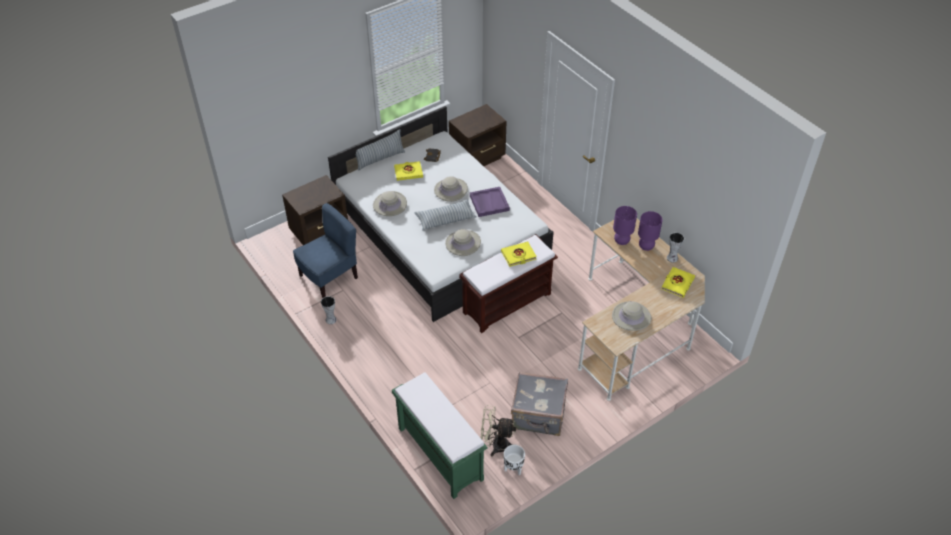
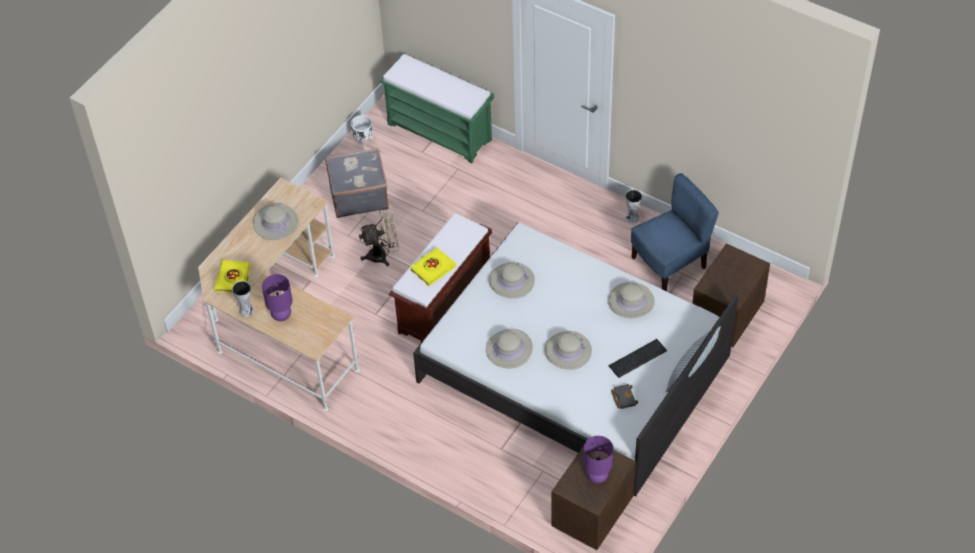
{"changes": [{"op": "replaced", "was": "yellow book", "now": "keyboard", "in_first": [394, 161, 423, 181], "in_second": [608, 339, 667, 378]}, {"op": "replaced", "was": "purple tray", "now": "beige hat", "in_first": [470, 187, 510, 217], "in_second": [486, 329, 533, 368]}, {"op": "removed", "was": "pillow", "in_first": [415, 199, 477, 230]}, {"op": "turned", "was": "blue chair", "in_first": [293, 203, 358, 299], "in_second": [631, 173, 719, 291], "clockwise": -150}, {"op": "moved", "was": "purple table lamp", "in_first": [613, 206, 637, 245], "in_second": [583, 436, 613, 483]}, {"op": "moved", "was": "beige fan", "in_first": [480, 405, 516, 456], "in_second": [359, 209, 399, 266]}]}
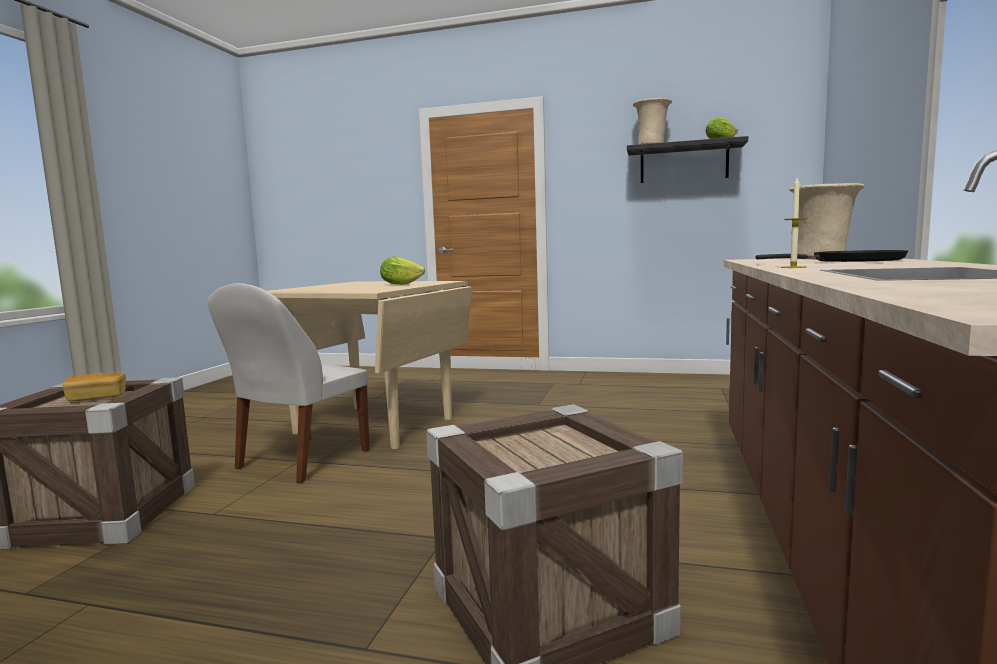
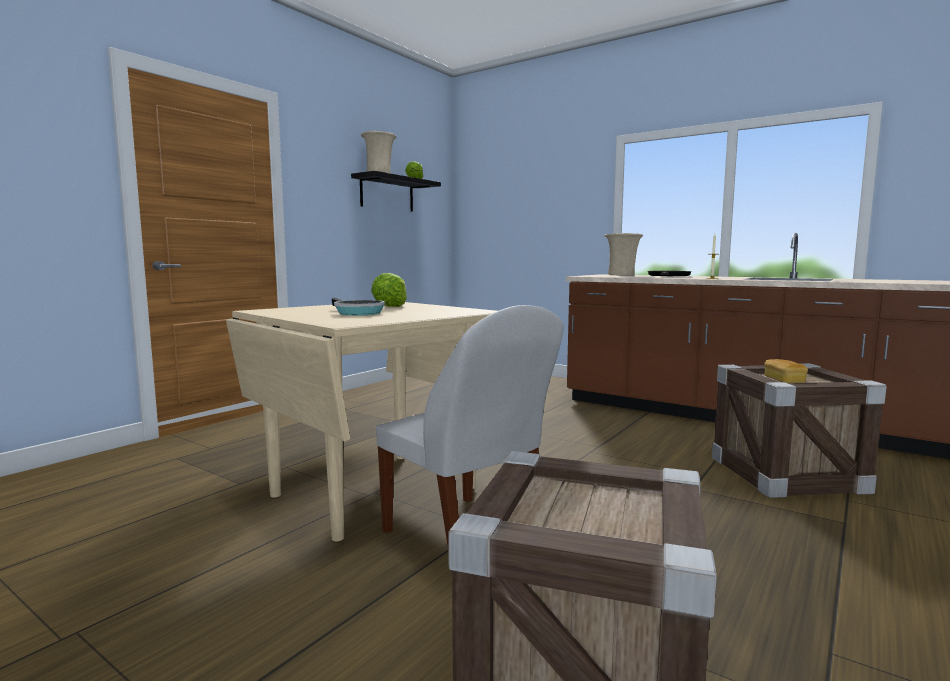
{"changes": [{"op": "moved", "was": "bread", "in_first": [62, 372, 126, 401], "in_second": [765, 359, 808, 383]}, {"op": "added", "now": "frying pan", "in_second": [331, 298, 385, 315]}]}
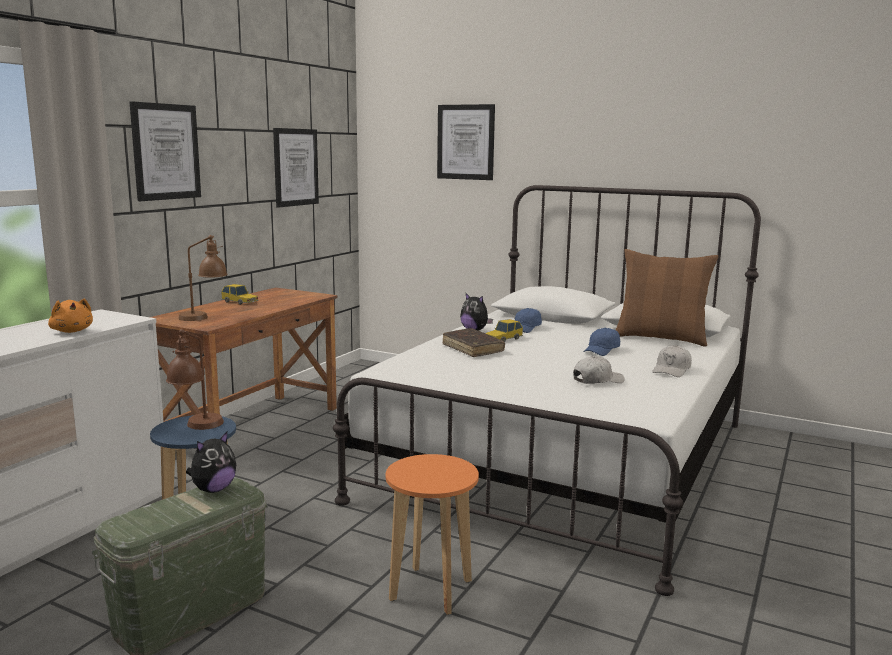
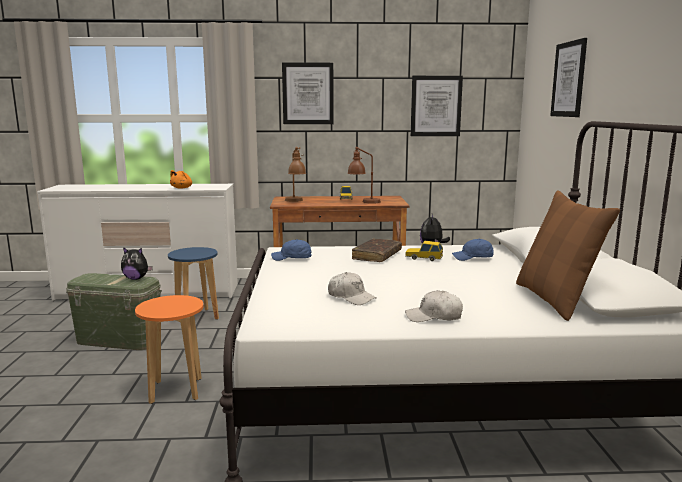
{"changes": [{"op": "moved", "was": "blue cap", "in_first": [583, 328, 620, 356], "in_second": [271, 239, 312, 261]}, {"op": "moved", "was": "brown table lamp", "in_first": [166, 329, 224, 430], "in_second": [348, 147, 381, 204]}]}
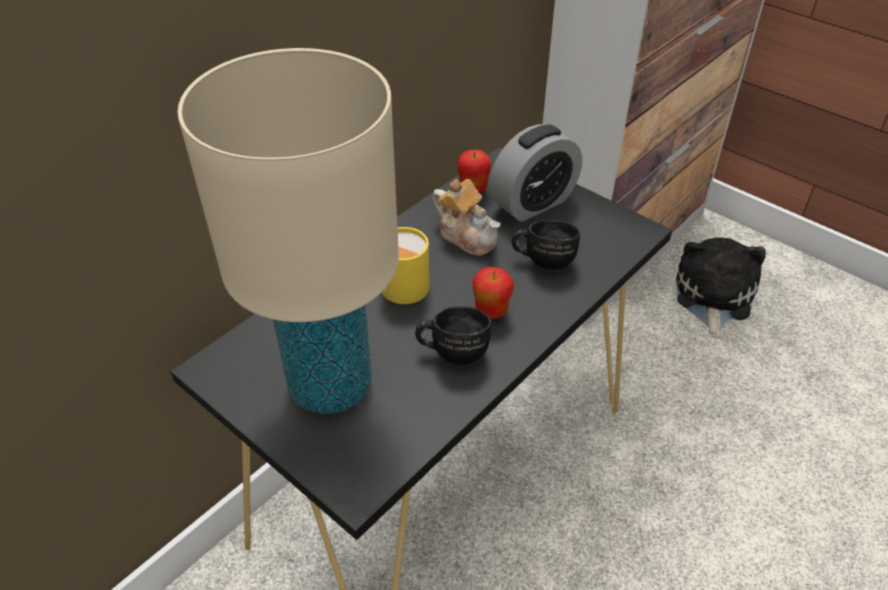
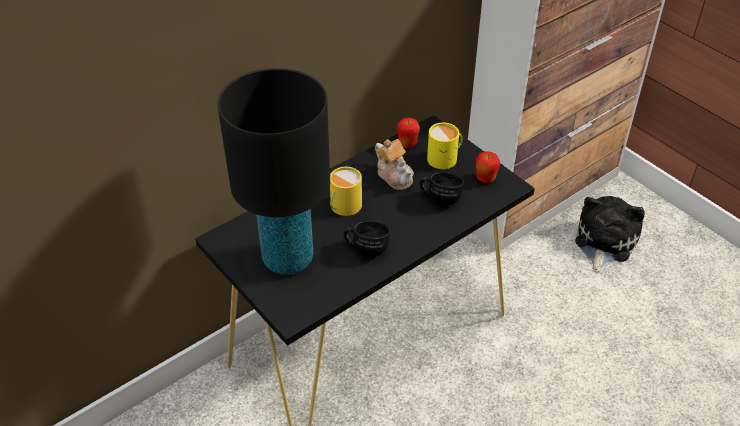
{"changes": [{"op": "recoloured", "was": "beige table lamp", "now": "black table lamp", "in_first": [178, 48, 399, 414], "in_second": [217, 68, 330, 275]}, {"op": "replaced", "was": "alarm clock", "now": "yellow mug", "in_first": [489, 124, 582, 222], "in_second": [427, 123, 463, 169]}, {"op": "moved", "was": "apple", "in_first": [473, 267, 514, 319], "in_second": [476, 151, 500, 183]}]}
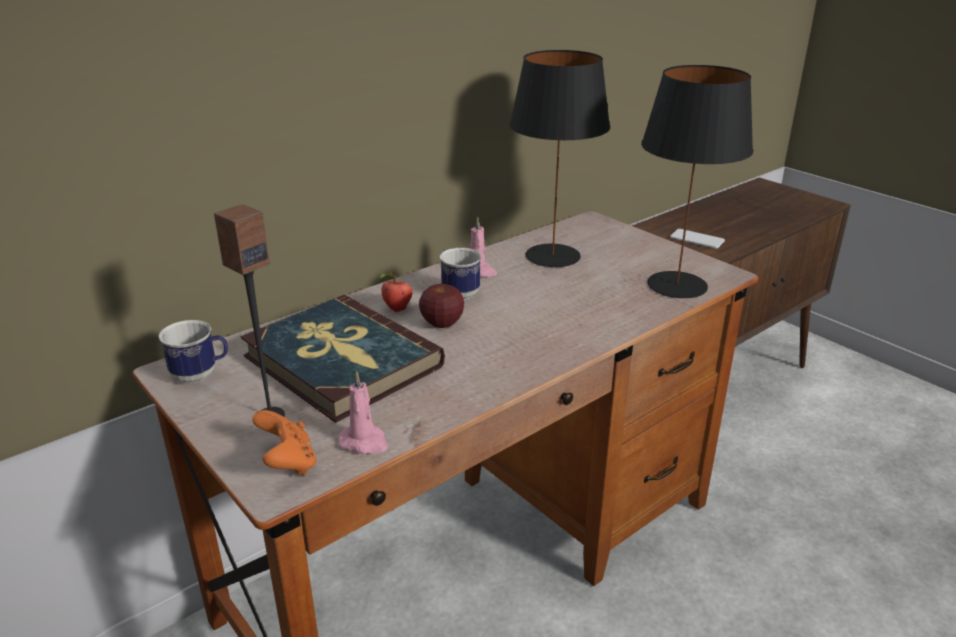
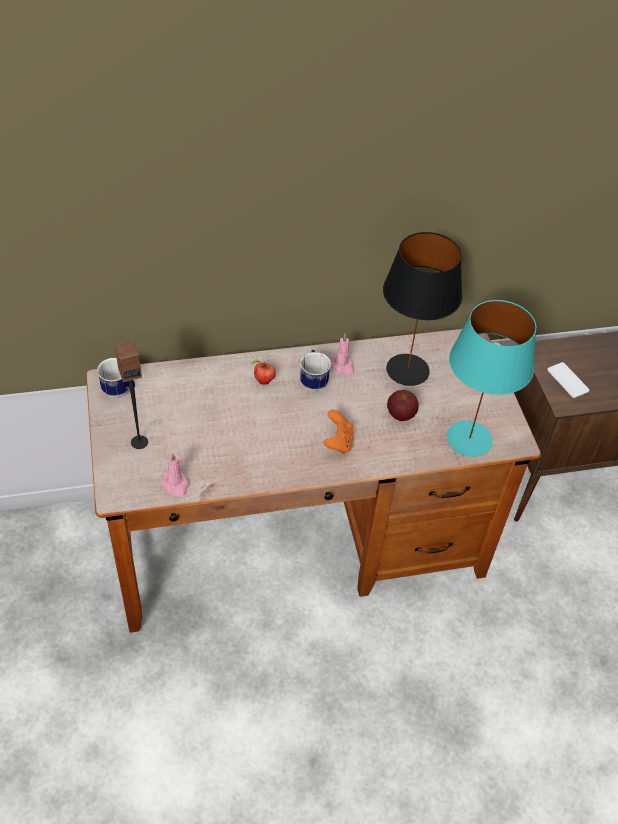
{"changes": [{"op": "recoloured", "was": "black table lamp", "now": "turquoise table lamp", "in_first": [641, 65, 753, 298], "in_second": [447, 300, 536, 457]}, {"op": "moved", "was": "apple", "in_first": [419, 283, 464, 328], "in_second": [387, 390, 418, 421]}, {"op": "removed", "was": "book", "in_first": [241, 295, 445, 423]}, {"op": "moved", "was": "orange game controller", "in_first": [252, 410, 316, 475], "in_second": [324, 410, 354, 454]}]}
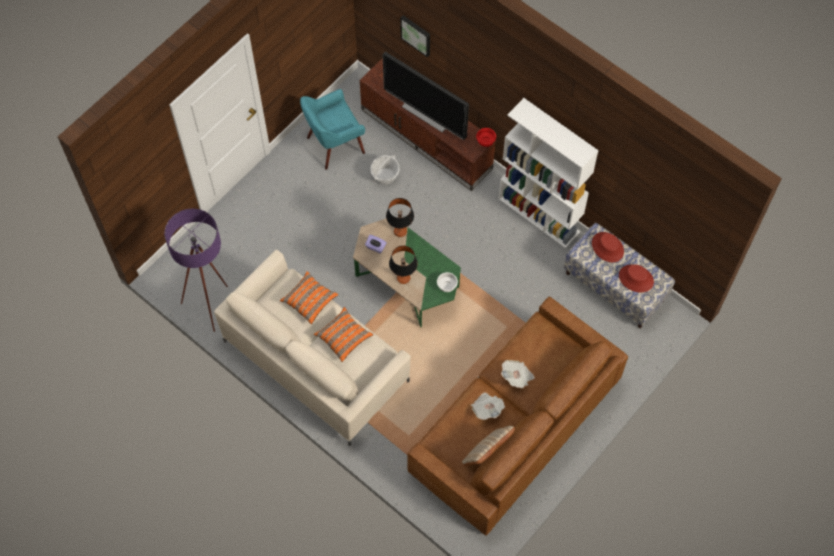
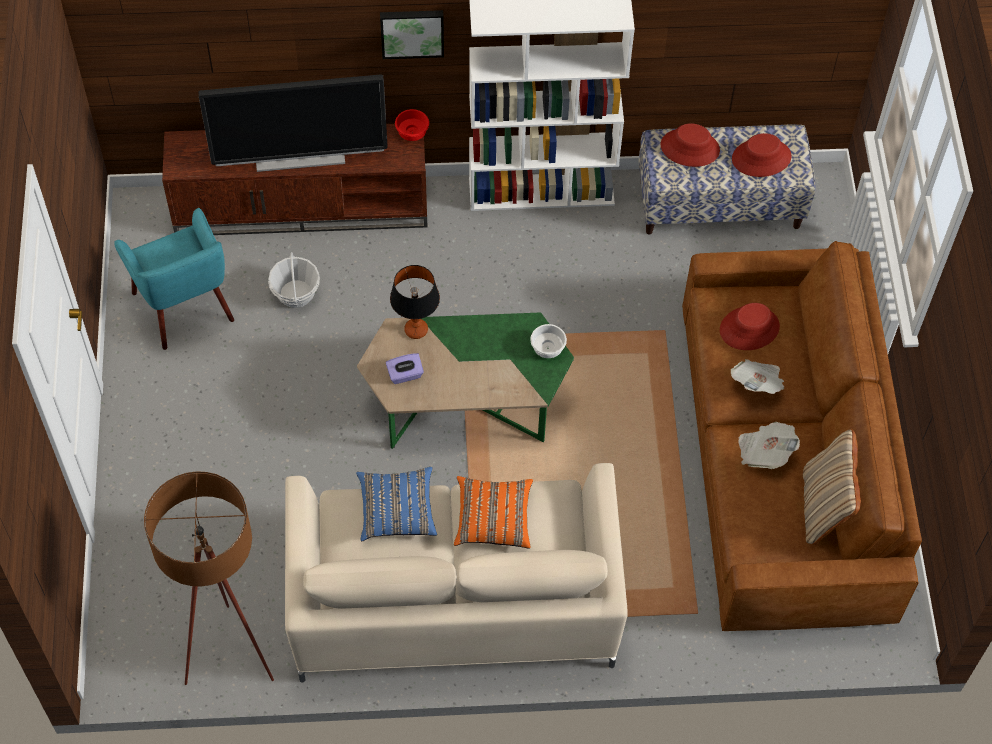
{"changes": [{"op": "moved", "was": "picture", "in_first": [400, 15, 430, 57], "in_second": [380, 10, 444, 59]}, {"op": "turned", "was": "turquoise armchair", "in_first": [300, 89, 365, 170], "in_second": [114, 208, 234, 350], "clockwise": -45}, {"op": "recoloured", "was": "purple floor lamp", "now": "brown floor lamp", "in_first": [164, 209, 228, 332], "in_second": [144, 471, 274, 685]}, {"op": "removed", "was": "table lamp", "in_first": [389, 246, 418, 284]}, {"op": "recoloured", "was": "orange pillow", "now": "blue pillow", "in_first": [280, 271, 339, 324], "in_second": [356, 467, 437, 541]}, {"op": "added", "now": "red hat", "in_second": [720, 303, 780, 350]}]}
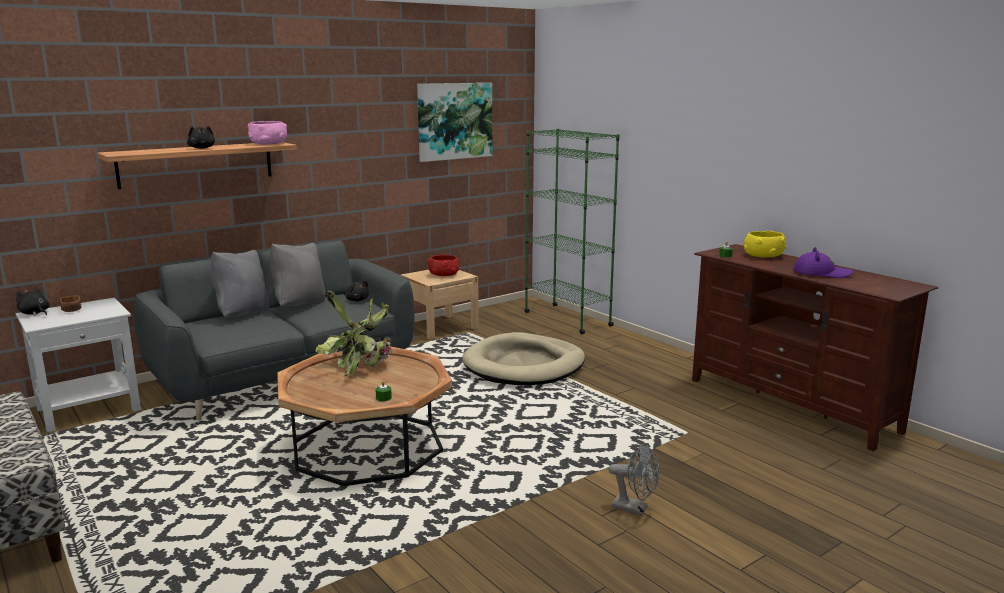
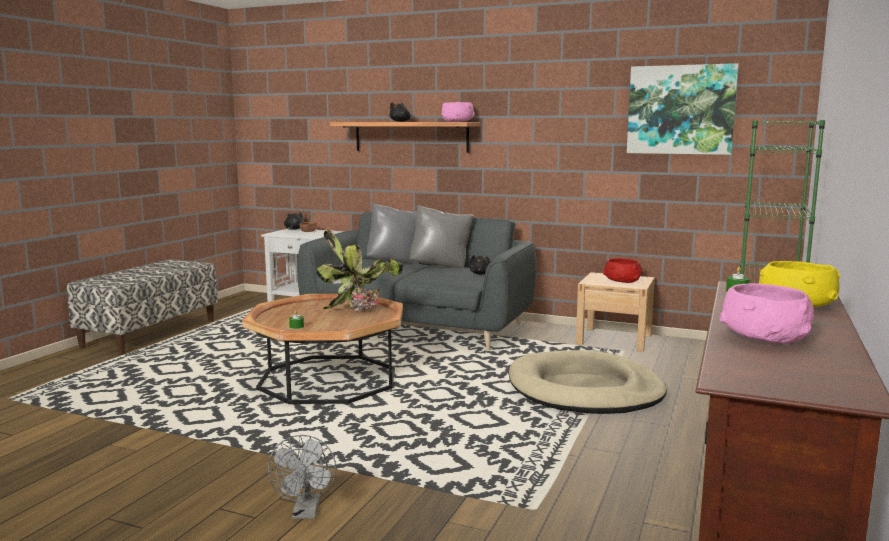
{"changes": [{"op": "replaced", "was": "purple hat", "now": "pink bowl", "in_first": [793, 247, 853, 278], "in_second": [720, 283, 814, 344]}]}
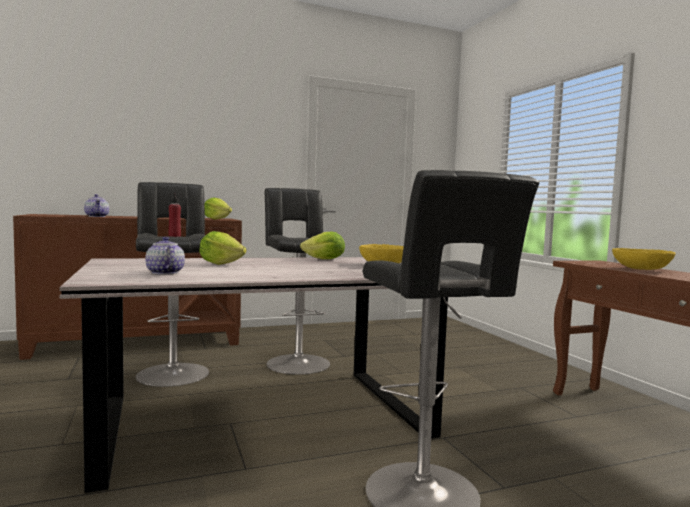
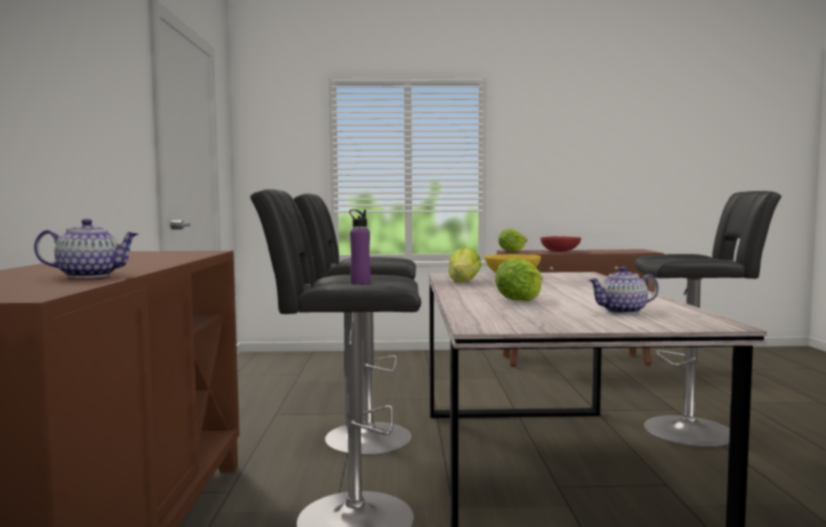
{"changes": [{"op": "recoloured", "was": "red bottle", "now": "purple bottle", "in_first": [169, 193, 181, 237], "in_second": [349, 209, 371, 284]}, {"op": "moved", "was": "lettuce", "in_first": [205, 197, 232, 220], "in_second": [498, 229, 527, 252]}, {"op": "recoloured", "was": "yellow bowl", "now": "red bowl", "in_first": [612, 248, 676, 270], "in_second": [540, 236, 581, 252]}]}
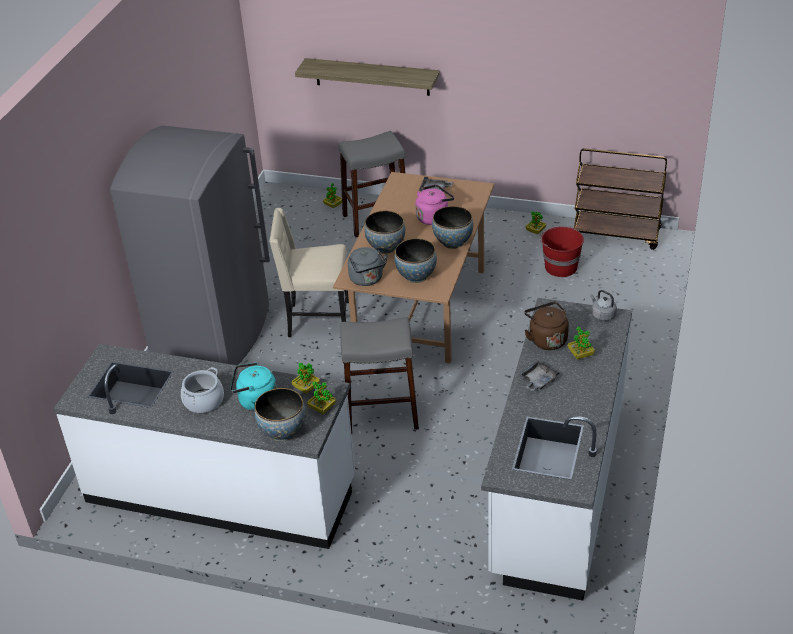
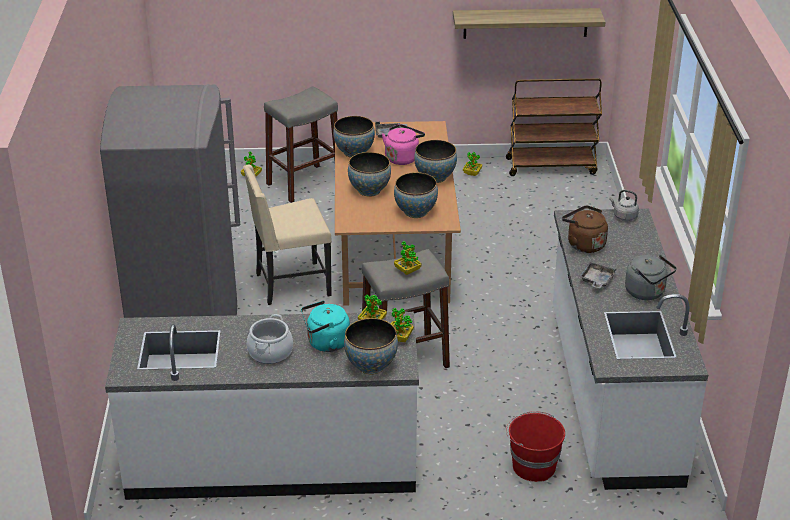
{"changes": [{"op": "moved", "was": "shelf", "in_first": [295, 58, 440, 96], "in_second": [453, 8, 606, 39]}, {"op": "moved", "was": "red bucket", "in_first": [540, 226, 584, 277], "in_second": [506, 411, 565, 482]}, {"op": "moved", "was": "grey kettle", "in_first": [348, 247, 388, 286], "in_second": [625, 255, 677, 300]}, {"op": "moved", "was": "potted plant", "in_first": [568, 327, 595, 359], "in_second": [394, 241, 422, 275]}, {"op": "added", "now": "bowl", "in_second": [333, 116, 375, 158]}]}
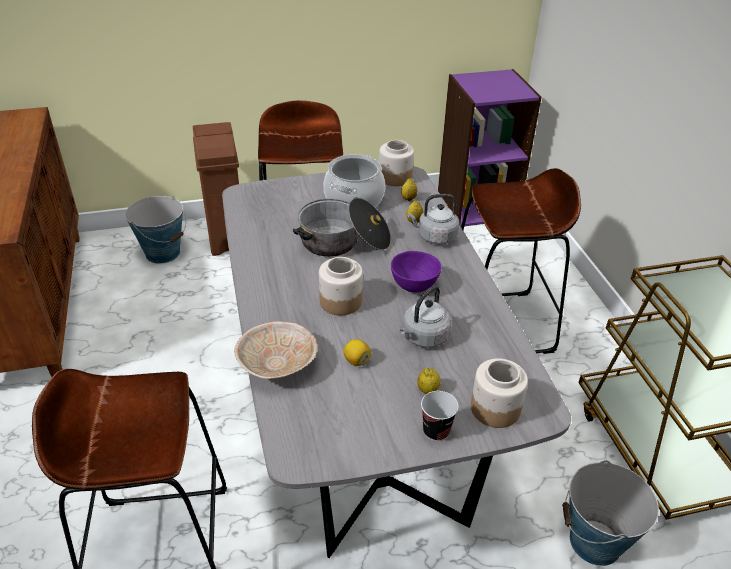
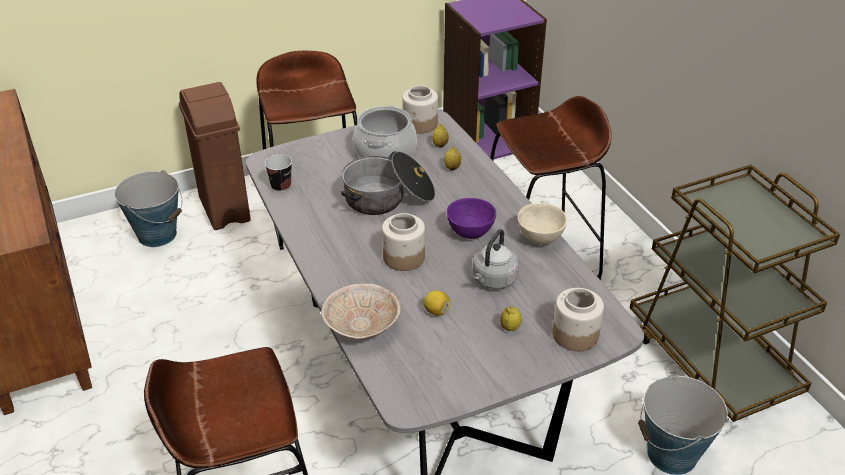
{"changes": [{"op": "removed", "was": "grey kettle", "in_first": [408, 194, 459, 245]}, {"op": "moved", "was": "cup", "in_first": [421, 391, 459, 441], "in_second": [265, 154, 292, 192]}, {"op": "added", "now": "beige bowl", "in_second": [518, 203, 567, 245]}]}
